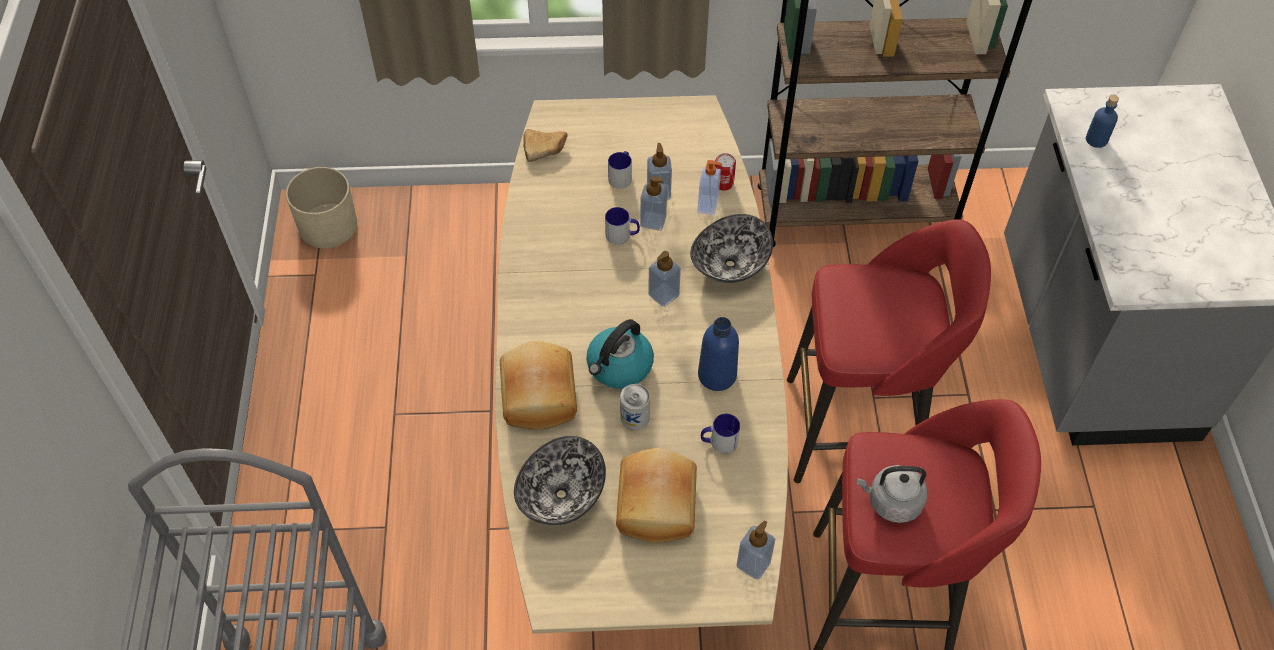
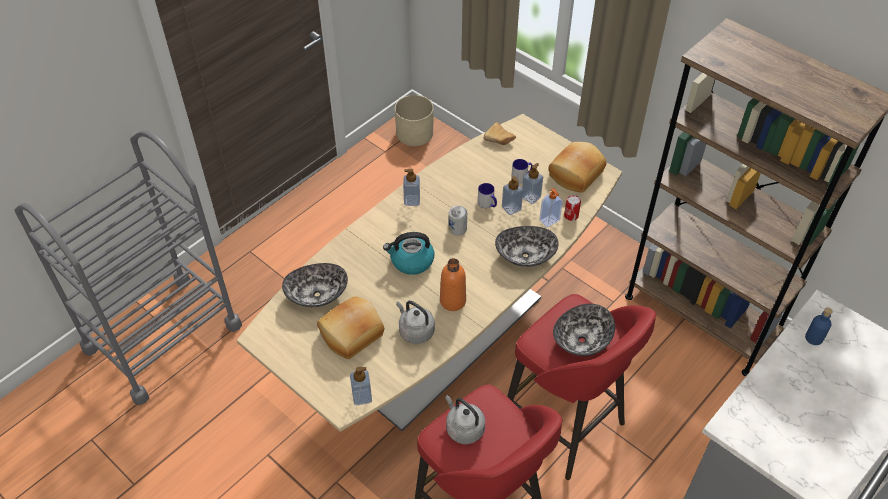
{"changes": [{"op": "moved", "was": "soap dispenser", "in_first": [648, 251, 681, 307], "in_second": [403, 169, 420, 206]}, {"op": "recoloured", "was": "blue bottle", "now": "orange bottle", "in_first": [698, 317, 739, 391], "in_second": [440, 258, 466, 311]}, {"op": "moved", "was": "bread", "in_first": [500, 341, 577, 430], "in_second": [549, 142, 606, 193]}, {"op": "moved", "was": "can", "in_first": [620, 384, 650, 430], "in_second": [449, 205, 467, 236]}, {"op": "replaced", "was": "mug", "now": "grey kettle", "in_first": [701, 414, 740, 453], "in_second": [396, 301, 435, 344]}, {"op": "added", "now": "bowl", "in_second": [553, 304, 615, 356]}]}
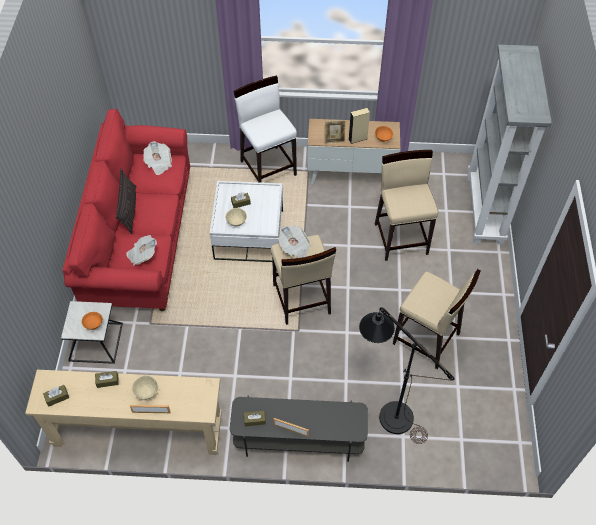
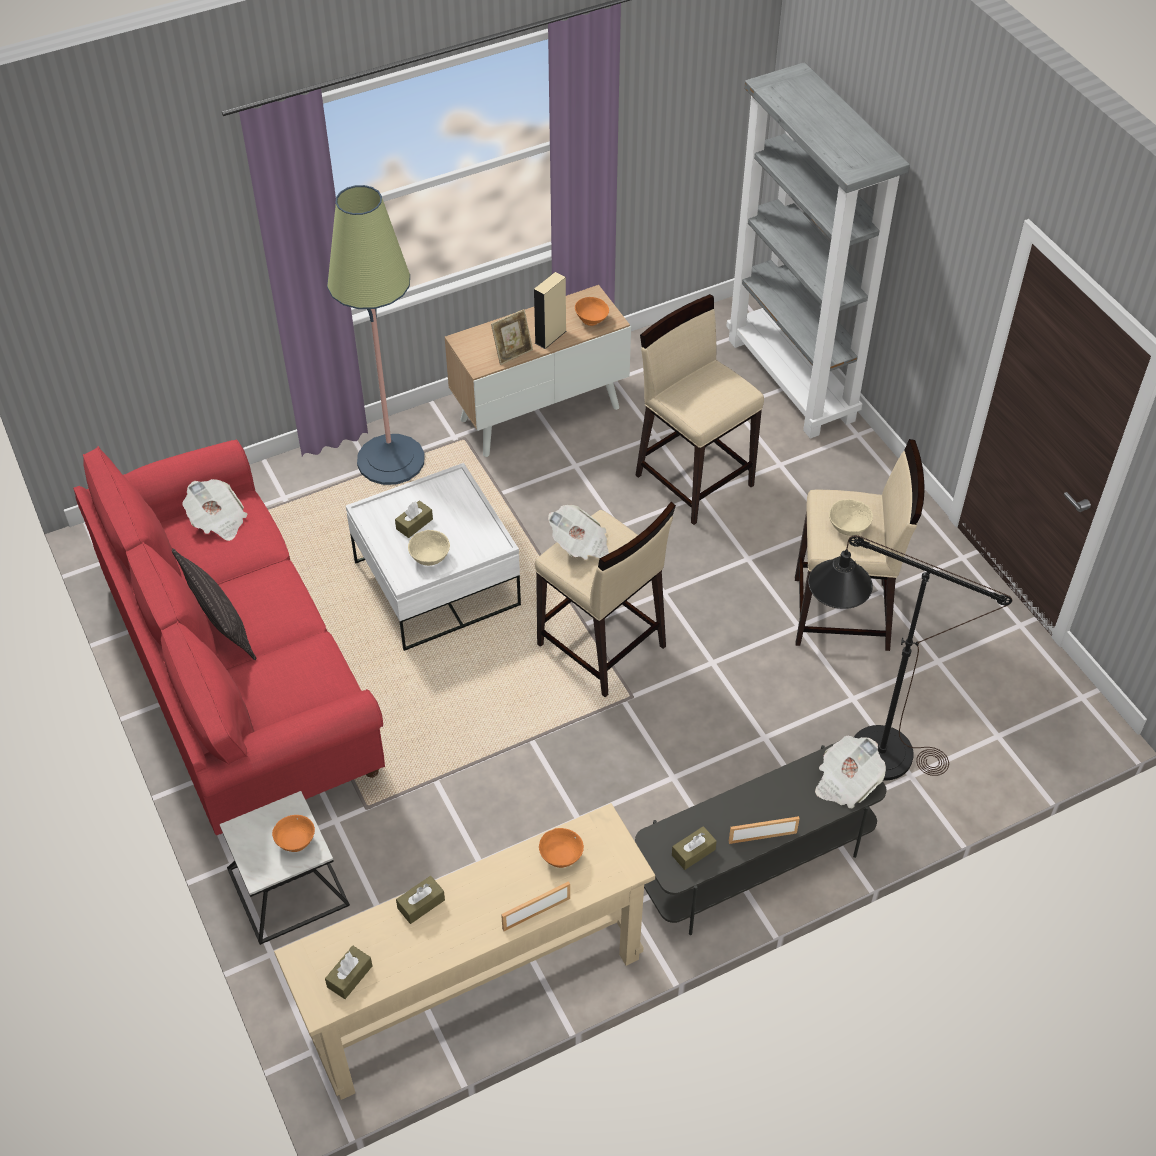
{"changes": [{"op": "replaced", "was": "white stool", "now": "floor lamp", "in_first": [233, 76, 297, 183], "in_second": [327, 185, 425, 485]}, {"op": "moved", "was": "newspaper", "in_first": [126, 235, 157, 266], "in_second": [815, 735, 886, 809]}, {"op": "moved", "was": "beige bowl", "in_first": [132, 375, 158, 400], "in_second": [829, 499, 873, 536]}, {"op": "added", "now": "orange bowl", "in_second": [539, 828, 584, 868]}]}
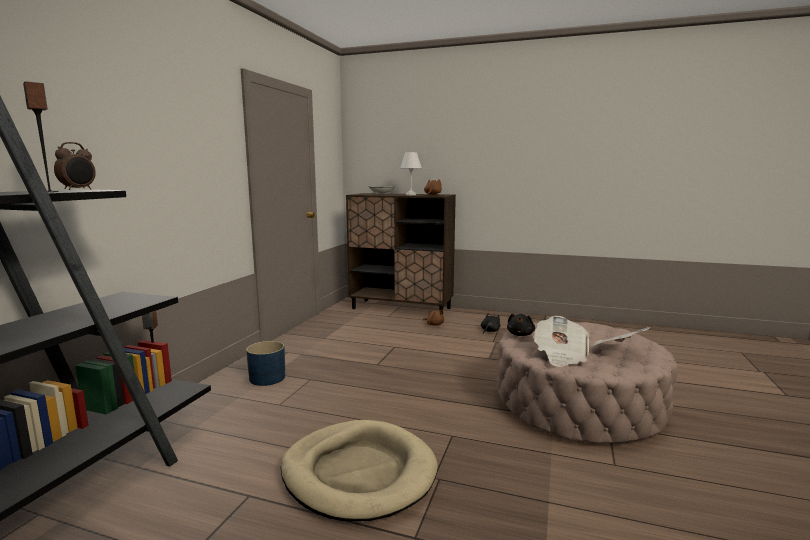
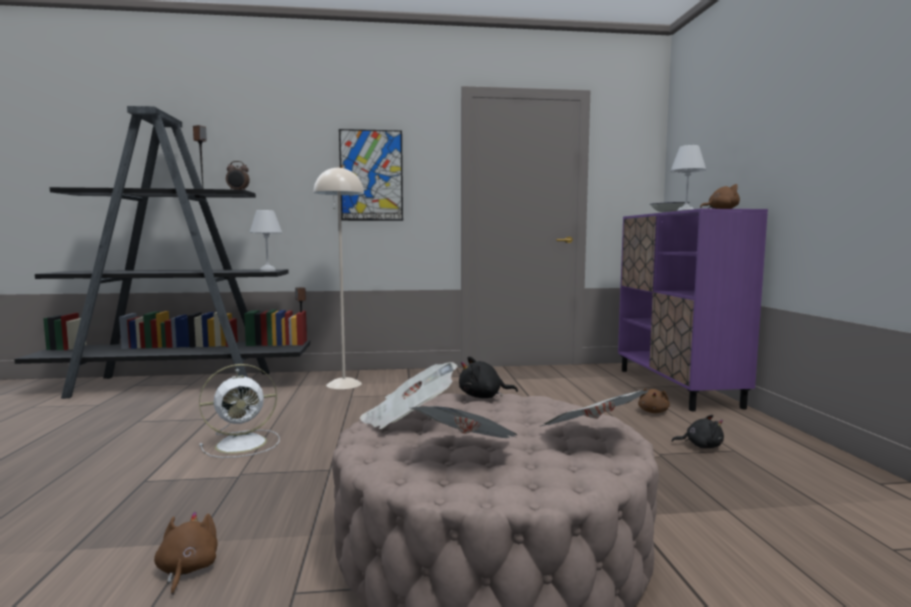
{"changes": [{"op": "recoloured", "was": "brown cabinet", "now": "purple cabinet", "in_first": [346, 193, 456, 311], "in_second": [618, 209, 768, 411]}, {"op": "removed", "was": "blue planter", "in_first": [246, 341, 285, 386]}, {"op": "replaced", "was": "beige dog bed", "now": "white fan", "in_first": [281, 420, 438, 522], "in_second": [199, 364, 280, 458]}, {"op": "added", "now": "picture", "in_second": [339, 129, 403, 221]}, {"op": "added", "now": "beige floor lamp", "in_second": [314, 166, 364, 389]}, {"op": "added", "now": "white table lamp", "in_second": [250, 210, 282, 272]}, {"op": "added", "now": "newspaper", "in_second": [541, 390, 648, 426]}, {"op": "added", "now": "brown plush toy", "in_second": [154, 512, 218, 595]}]}
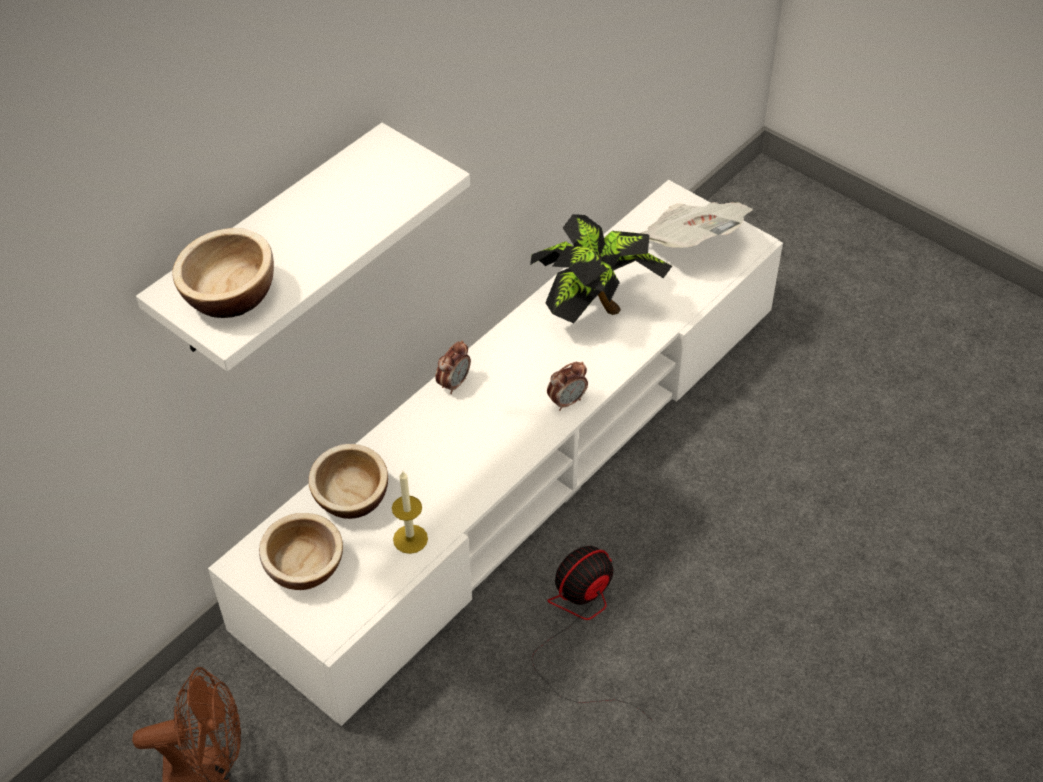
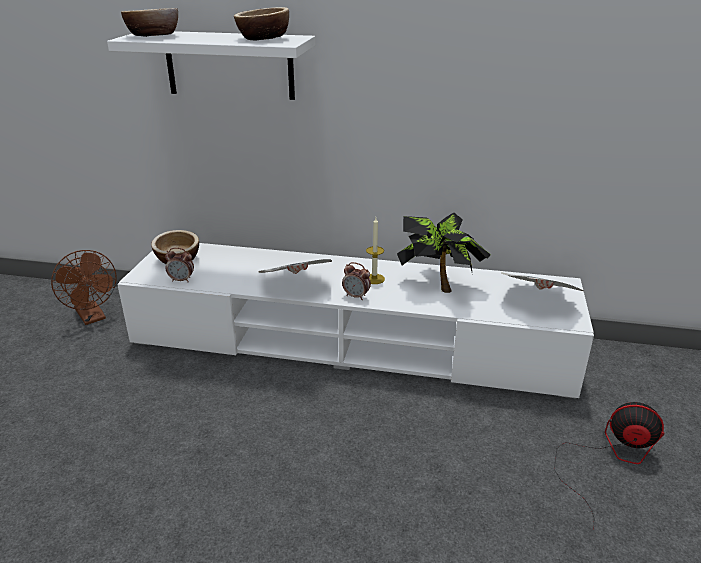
{"changes": [{"op": "moved", "was": "alarm clock", "in_first": [435, 340, 471, 394], "in_second": [165, 248, 194, 283]}, {"op": "moved", "was": "bowl", "in_first": [308, 444, 388, 519], "in_second": [234, 7, 289, 40]}, {"op": "moved", "was": "candle", "in_first": [392, 470, 428, 554], "in_second": [366, 217, 385, 284]}, {"op": "moved", "was": "fan", "in_first": [532, 546, 654, 723], "in_second": [554, 402, 664, 529]}, {"op": "added", "now": "newspaper", "in_second": [259, 259, 332, 274]}]}
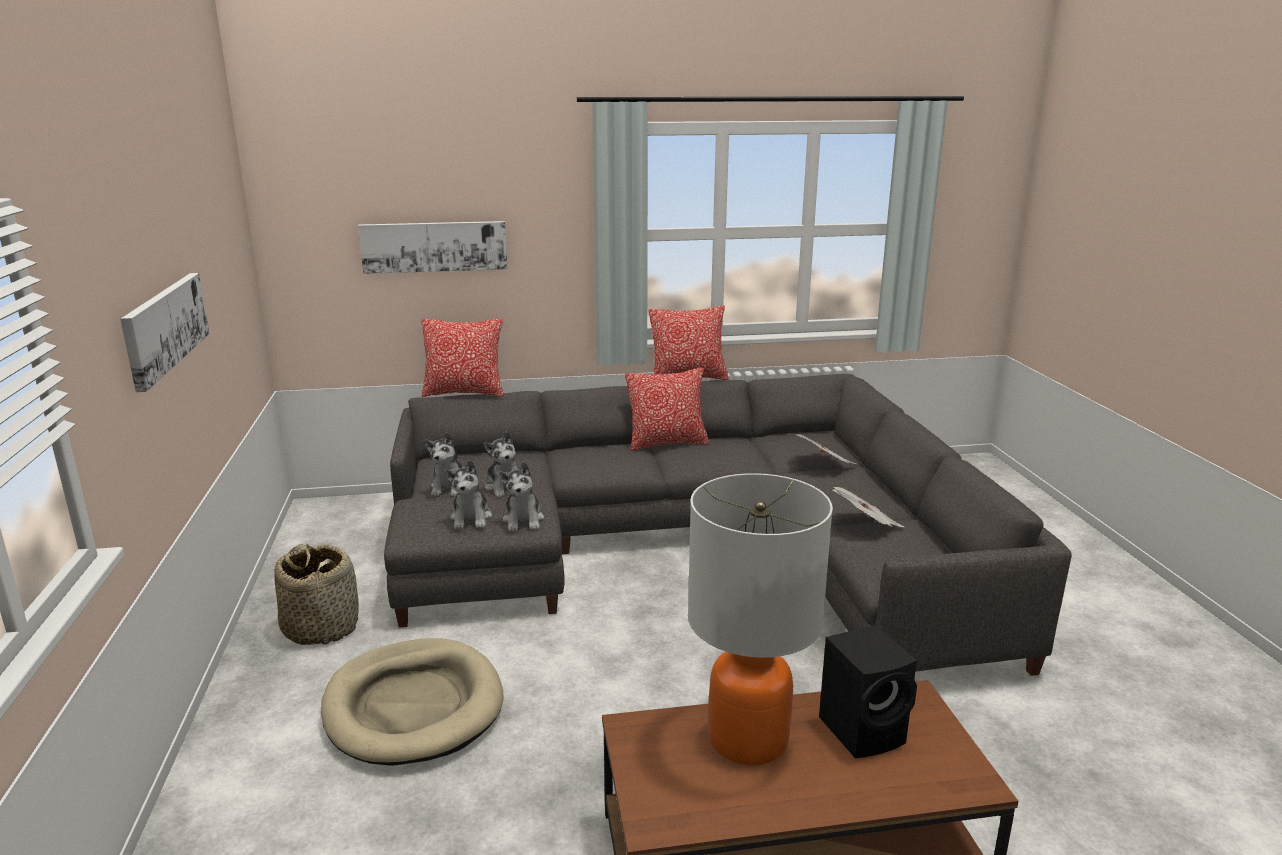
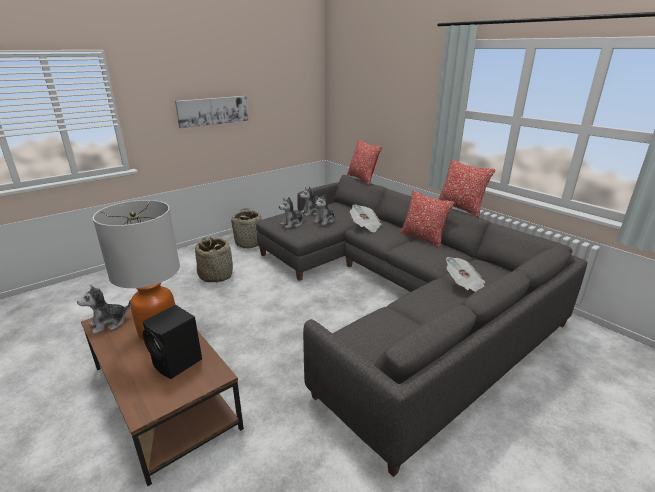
{"changes": [{"op": "removed", "was": "picture", "in_first": [358, 221, 508, 274]}, {"op": "moved", "was": "plush toy", "in_first": [499, 462, 544, 531], "in_second": [77, 285, 131, 334]}, {"op": "moved", "was": "newspaper", "in_first": [833, 487, 904, 527], "in_second": [350, 204, 382, 232]}, {"op": "replaced", "was": "beige dog bed", "now": "basket", "in_first": [321, 638, 504, 766], "in_second": [195, 237, 233, 283]}]}
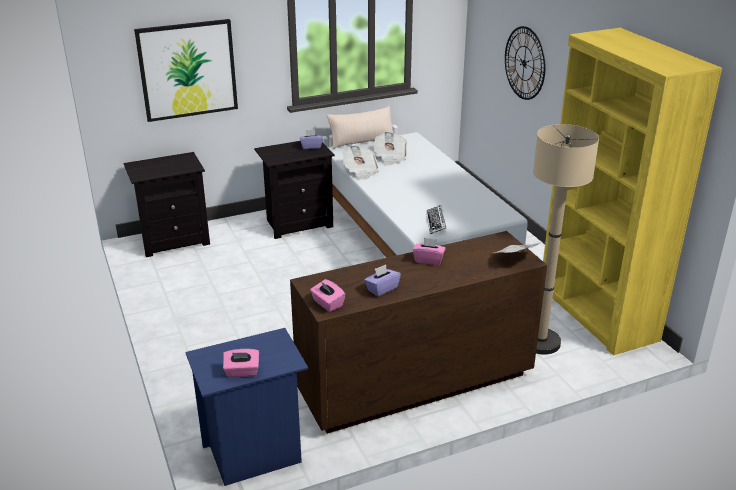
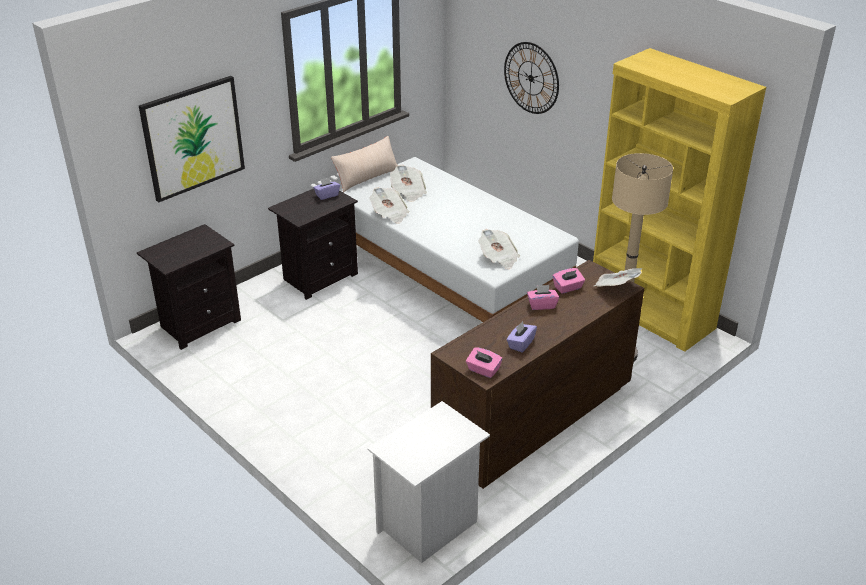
{"changes": [{"op": "replaced", "was": "keyboard", "now": "newspaper", "in_first": [426, 205, 446, 234], "in_second": [478, 229, 520, 269]}, {"op": "recoloured", "was": "blue nightstand", "now": "white nightstand", "in_first": [185, 328, 308, 486], "in_second": [368, 401, 490, 563]}, {"op": "moved", "was": "pink tissue box", "in_first": [223, 349, 259, 378], "in_second": [553, 268, 585, 294]}]}
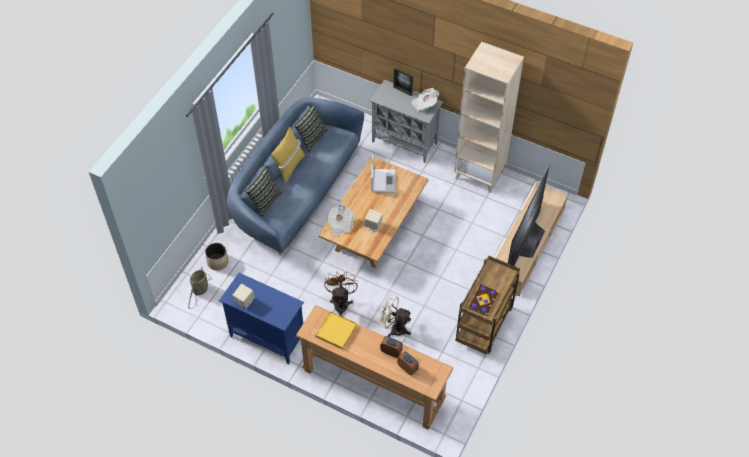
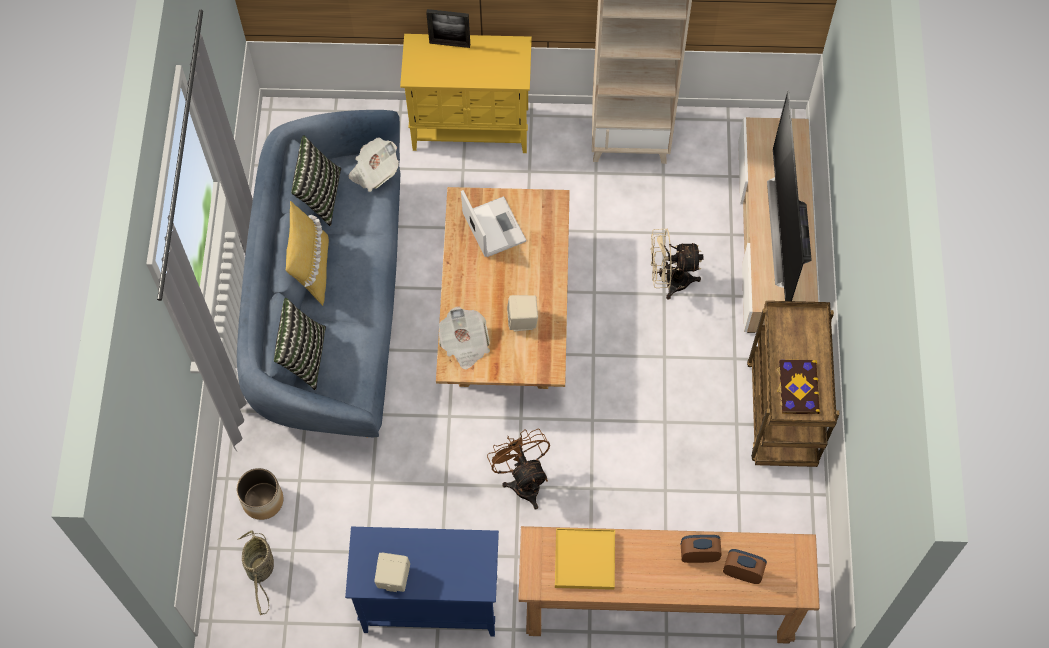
{"changes": [{"op": "recoloured", "was": "grey cabinet", "now": "yellow cabinet", "in_first": [370, 80, 443, 163], "in_second": [400, 34, 532, 153]}, {"op": "moved", "was": "newspaper", "in_first": [411, 88, 439, 111], "in_second": [349, 137, 399, 192]}, {"op": "moved", "was": "beige fan", "in_first": [378, 295, 412, 337], "in_second": [651, 228, 704, 299]}]}
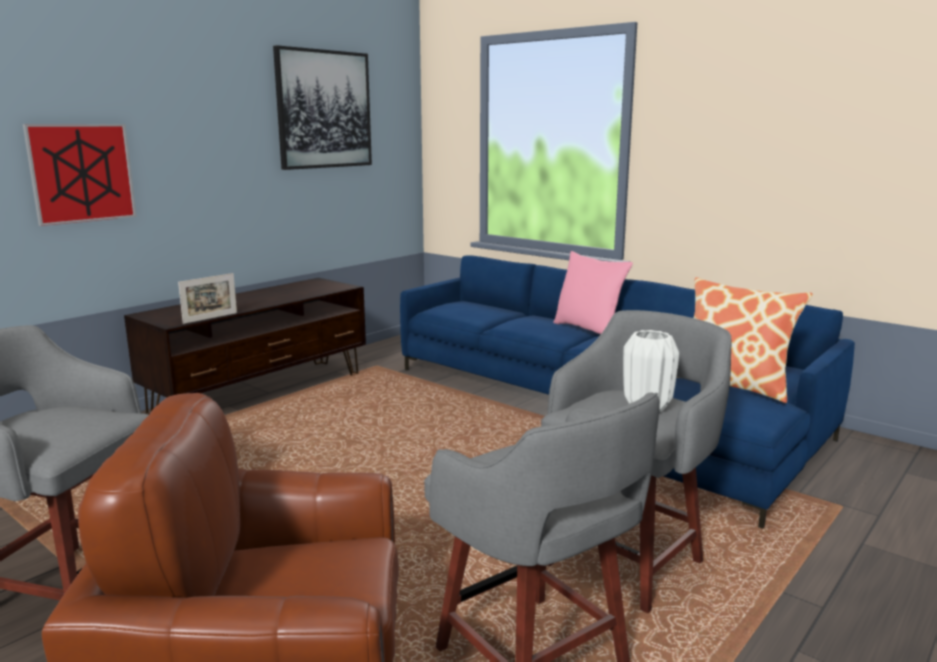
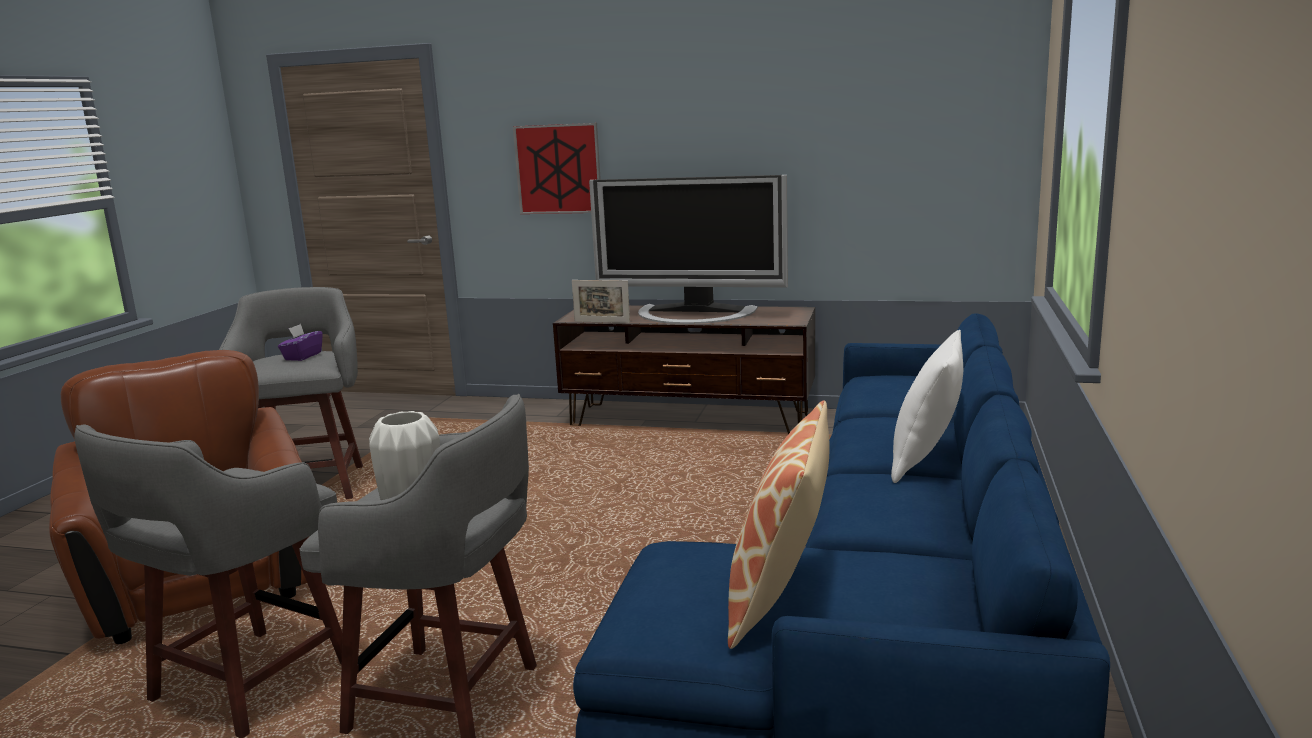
{"changes": [{"op": "removed", "was": "picture", "in_first": [273, 45, 372, 170]}, {"op": "recoloured", "was": "pink pillow", "now": "white pillow", "in_first": [554, 251, 633, 334], "in_second": [891, 330, 963, 483]}, {"op": "added", "now": "television", "in_second": [589, 175, 788, 324]}, {"op": "added", "now": "purple tissue box", "in_second": [278, 324, 323, 361]}]}
